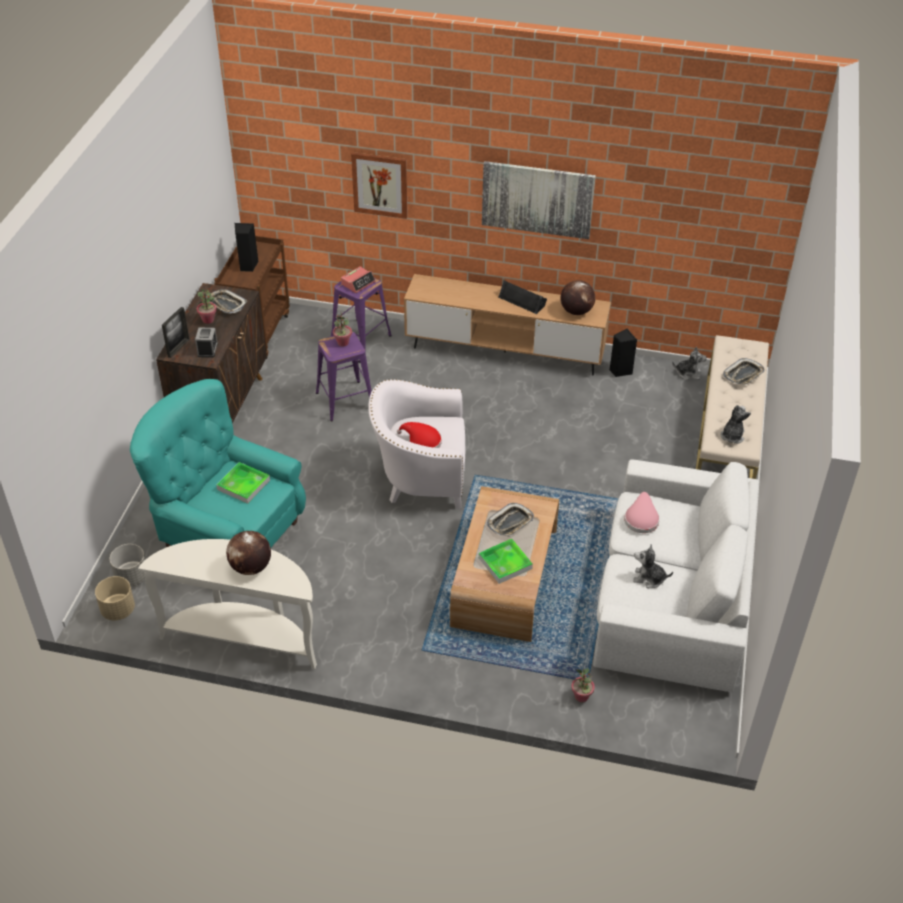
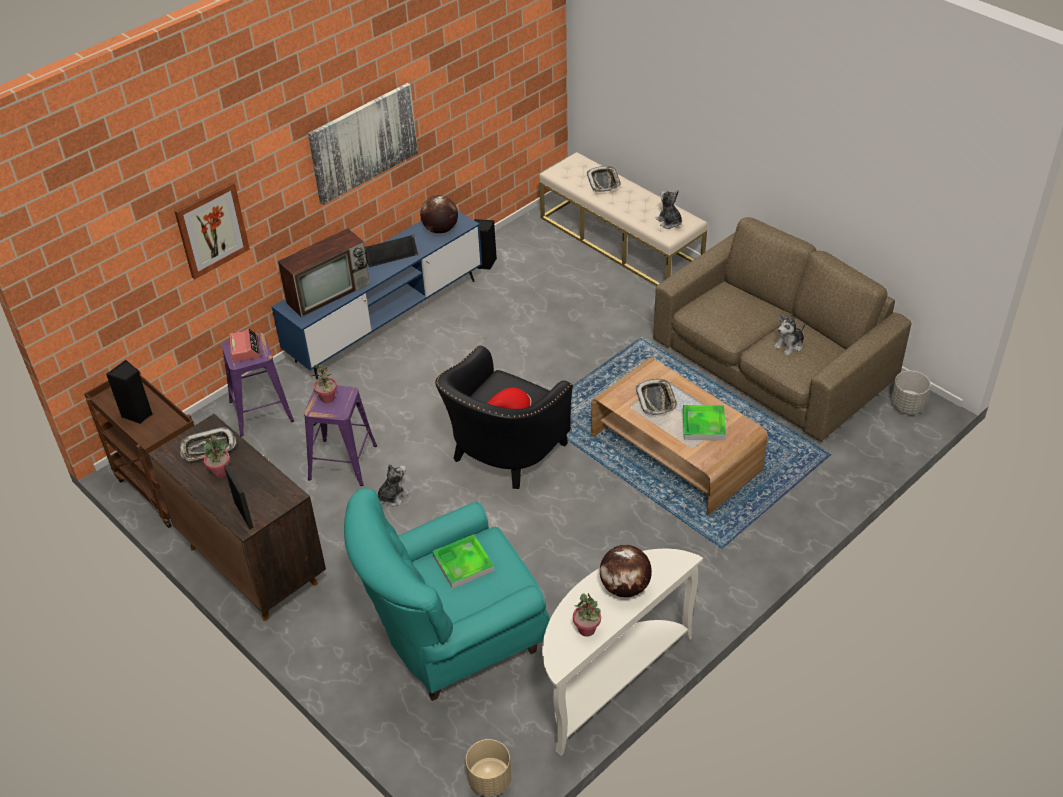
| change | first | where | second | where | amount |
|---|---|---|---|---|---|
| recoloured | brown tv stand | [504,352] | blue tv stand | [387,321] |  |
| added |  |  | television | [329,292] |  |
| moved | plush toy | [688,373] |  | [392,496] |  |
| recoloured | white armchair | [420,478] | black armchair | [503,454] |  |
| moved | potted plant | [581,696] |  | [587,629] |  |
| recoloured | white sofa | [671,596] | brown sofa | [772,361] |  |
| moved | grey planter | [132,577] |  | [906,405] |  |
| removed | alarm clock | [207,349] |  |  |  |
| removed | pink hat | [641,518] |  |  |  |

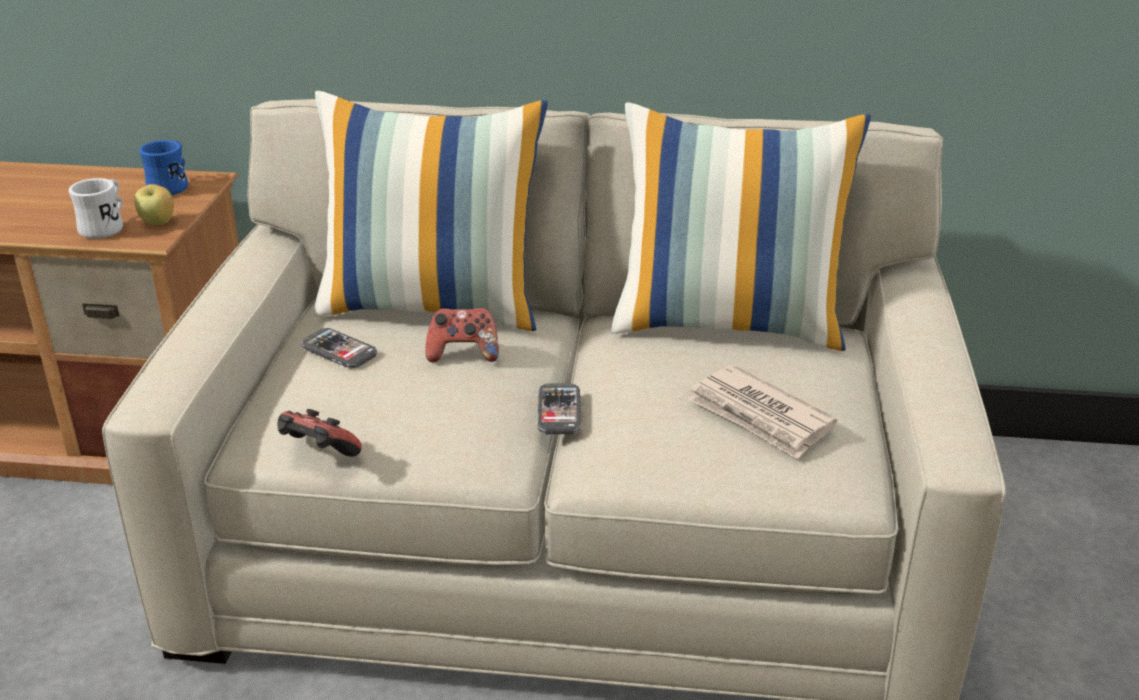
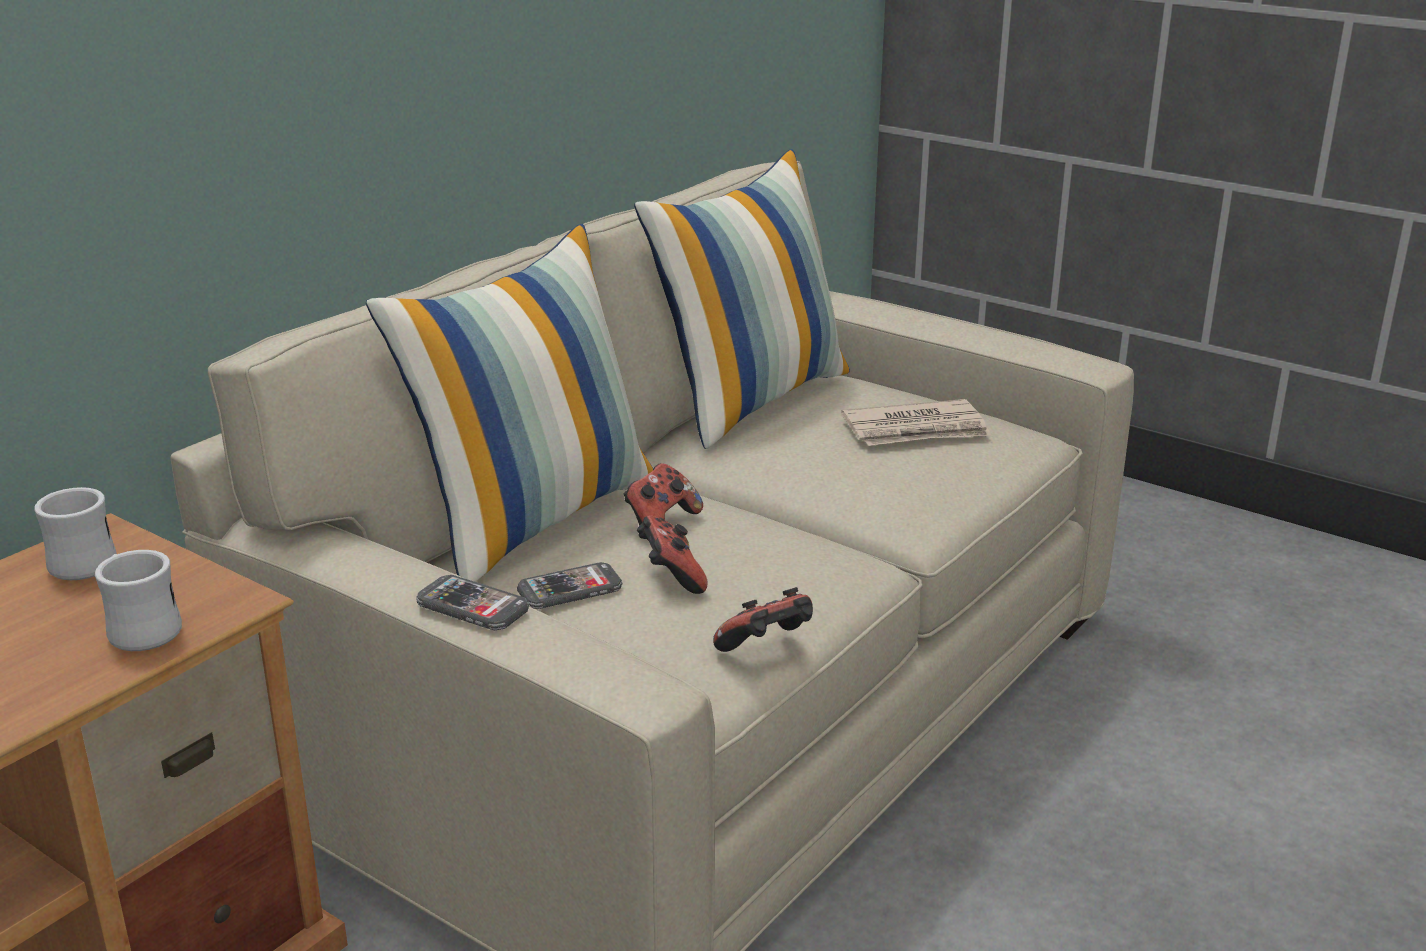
| change | first | where | second | where | amount |
|---|---|---|---|---|---|
| recoloured | blue mug | [171,186] | white mug | [78,561] |  |
| moved | phone | [559,411] |  | [472,606] |  |
| added |  |  | game controller | [671,576] |  |
| removed | apple | [158,222] |  |  |  |

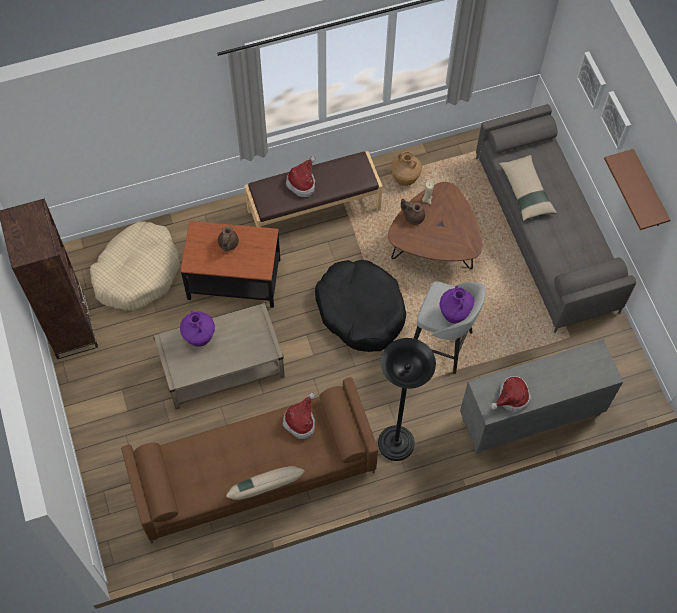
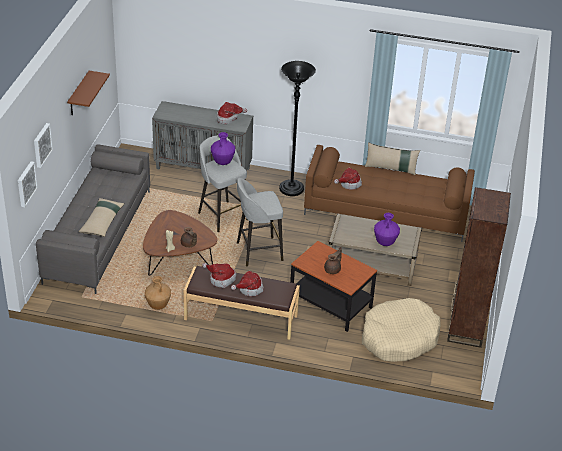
| change | first | where | second | where | amount |
|---|---|---|---|---|---|
| moved | picture | [617,120] |  | [25,184] |  |
| added |  |  | hat | [220,279] |  |
| replaced | black dog bed | [360,310] | grey stool | [258,252] |  |

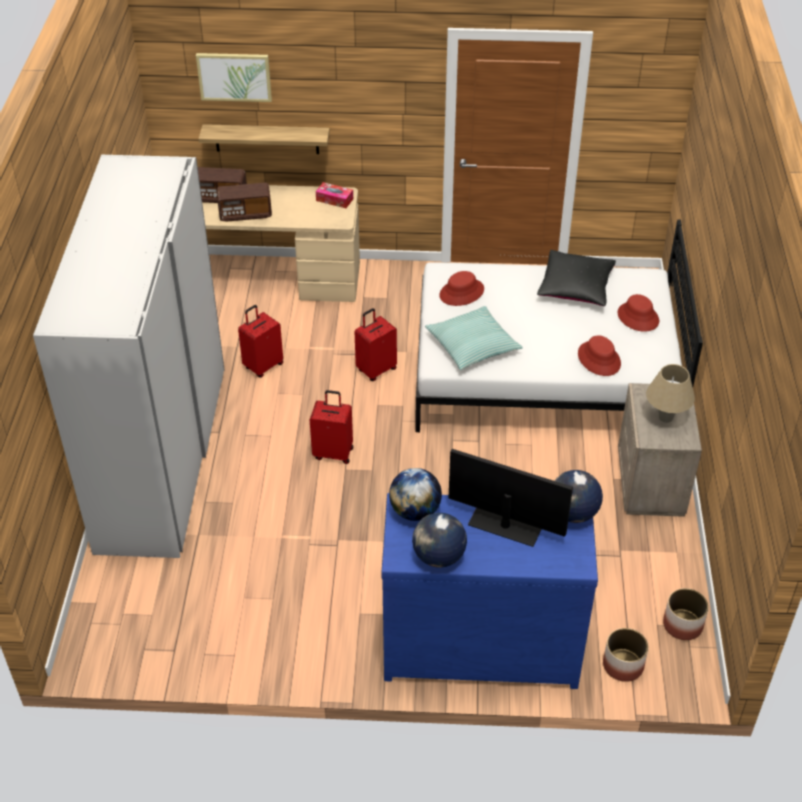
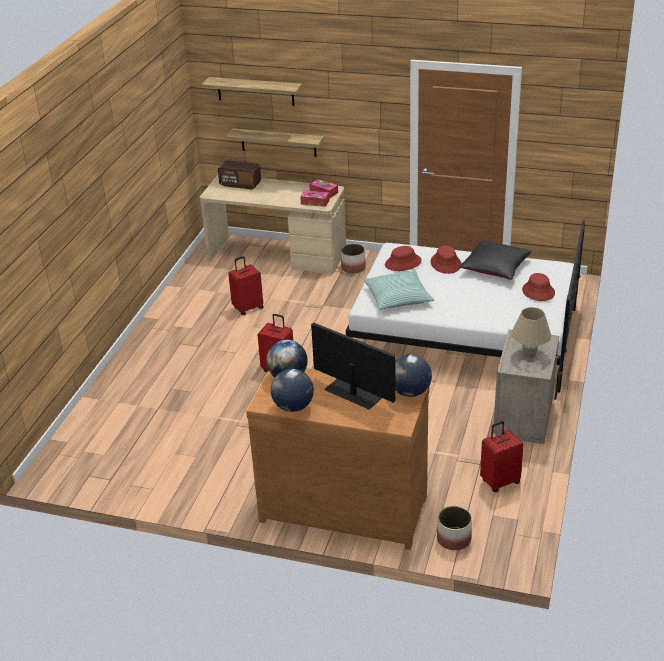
| change | first | where | second | where | amount |
|---|---|---|---|---|---|
| replaced | picture | [234,76] | shelf | [255,91] |  |
| recoloured | blue dresser | [480,642] | brown dresser | [343,506] |  |
| added |  |  | tissue box | [315,202] |  |
| moved | planter | [682,624] |  | [353,268] |  |
| moved | red hat | [599,359] |  | [446,263] |  |
| moved | red suitcase | [376,369] |  | [499,481] |  |
| removed | white wardrobe | [161,457] |  |  |  |
| removed | radio | [245,214] |  |  |  |

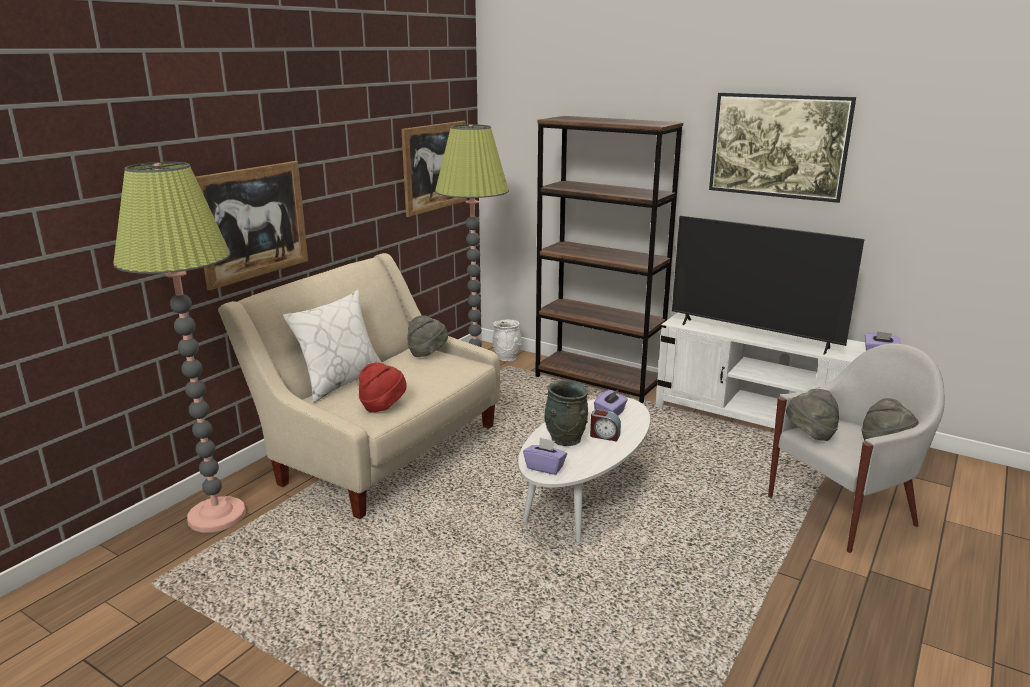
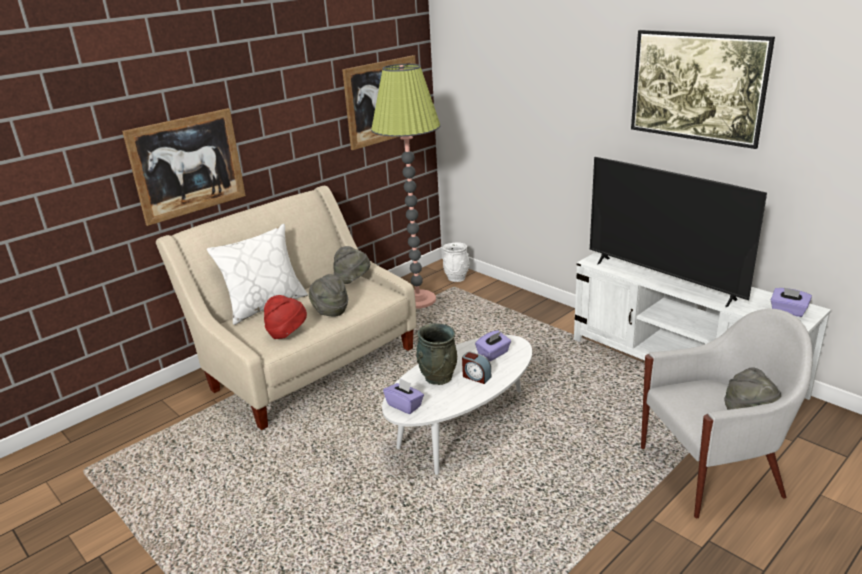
| change | first | where | second | where | amount |
|---|---|---|---|---|---|
| moved | grey hat | [810,434] |  | [330,311] |  |
| removed | floor lamp | [217,516] |  |  |  |
| removed | brown bookcase | [598,382] |  |  |  |

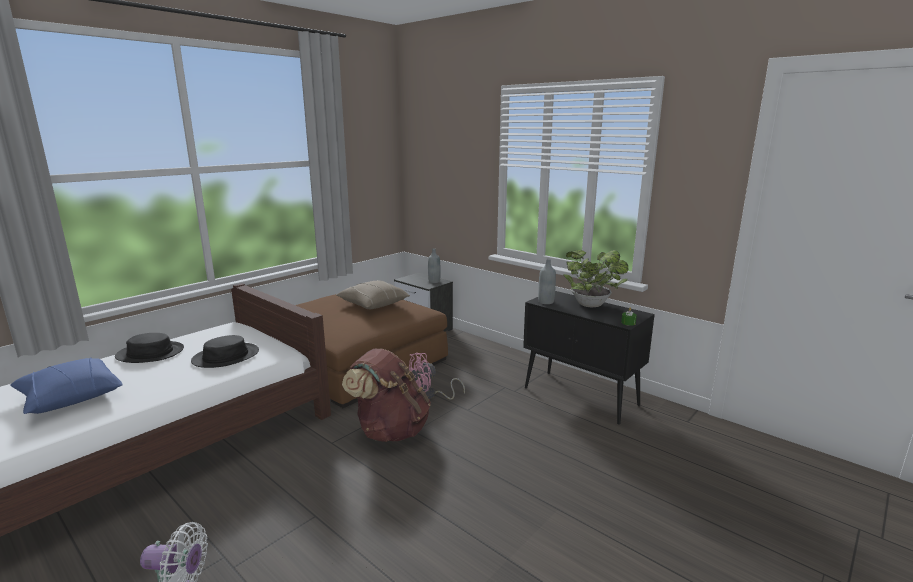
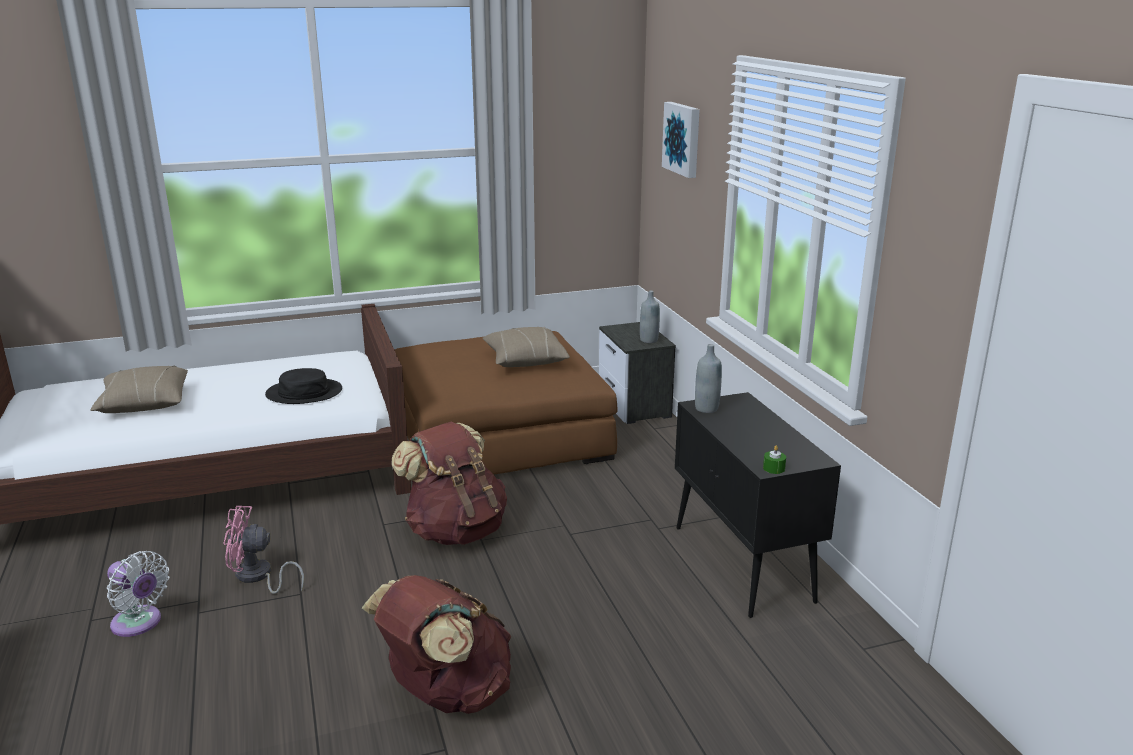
| change | first | where | second | where | amount |
|---|---|---|---|---|---|
| recoloured | blue pillow | [70,398] | beige pillow | [144,404] |  |
| moved | pink fan | [429,396] |  | [258,577] |  |
| added |  |  | brown backpack | [446,694] |  |
| added |  |  | picture | [683,139] |  |
| removed | black hat | [150,353] |  |  |  |
| removed | potted plant | [592,305] |  |  |  |

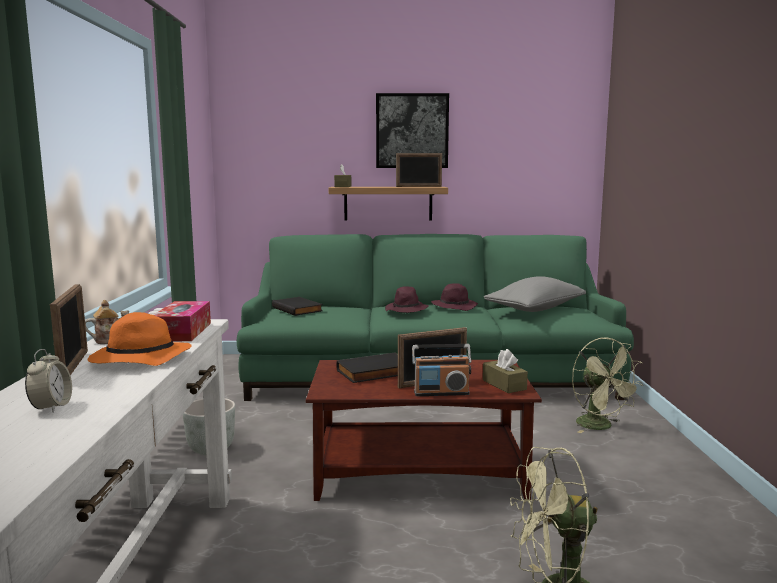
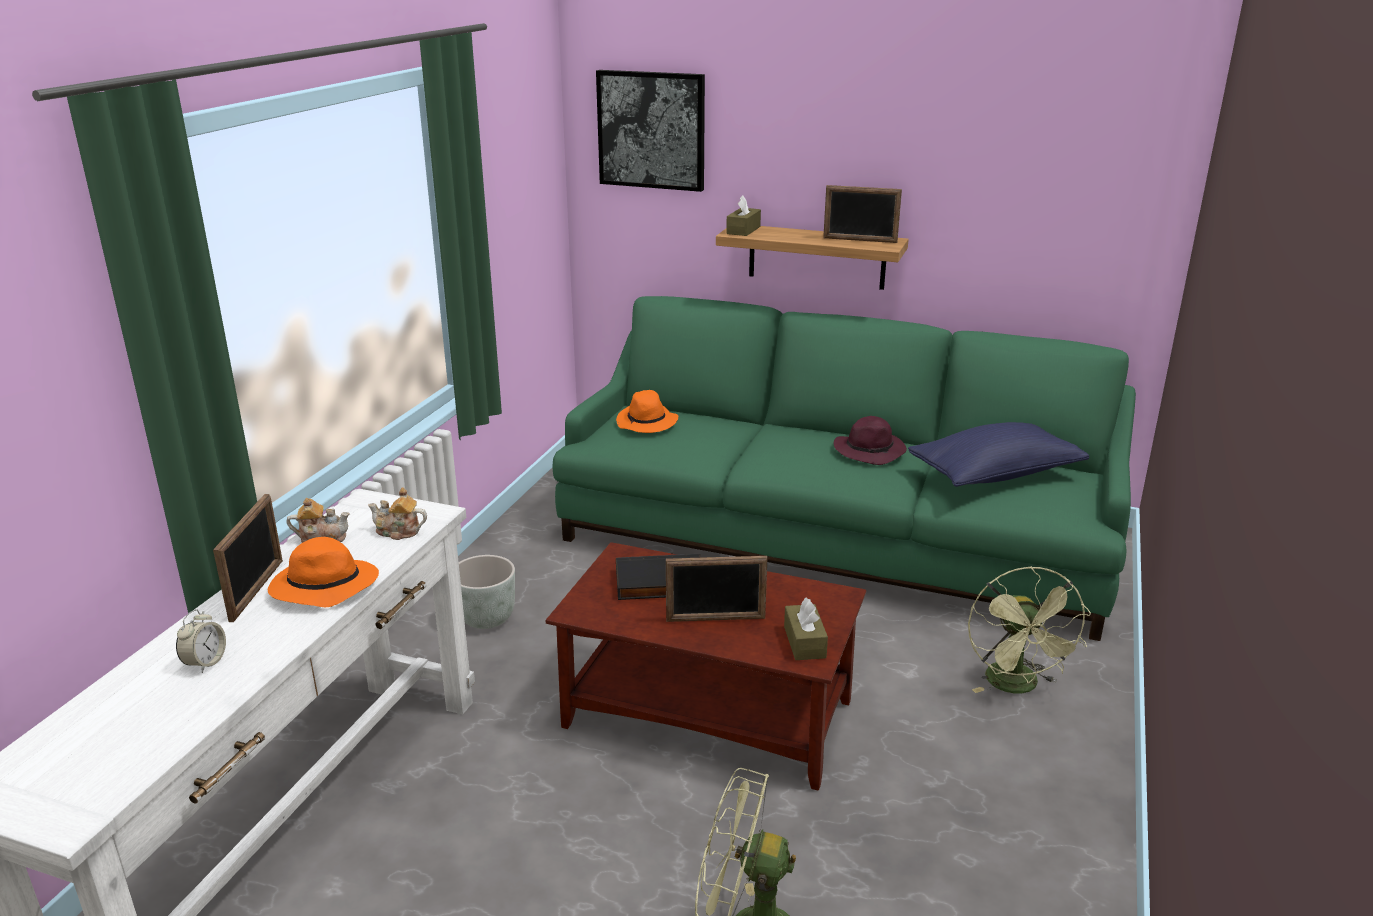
| change | first | where | second | where | amount |
|---|---|---|---|---|---|
| replaced | tissue box | [183,332] | teapot | [399,532] |  |
| moved | picture | [412,131] |  | [651,130] |  |
| replaced | black book | [298,309] | orange hat | [647,423] |  |
| recoloured | grey pillow | [535,309] | blue pillow | [994,474] |  |
| removed | purple hat | [407,310] |  |  |  |
| removed | radio | [441,393] |  |  |  |

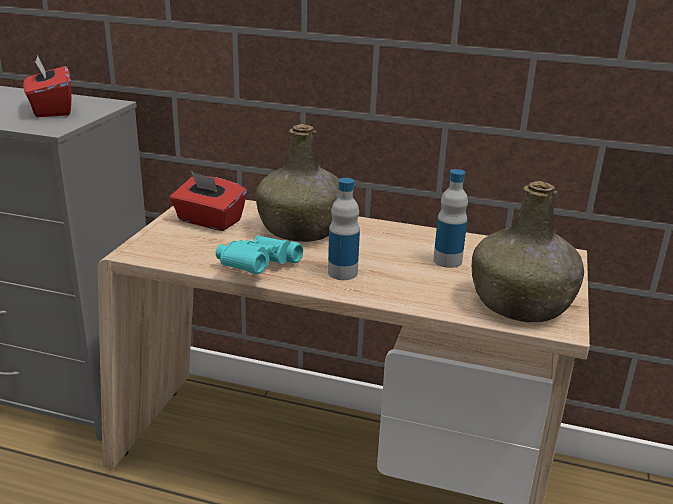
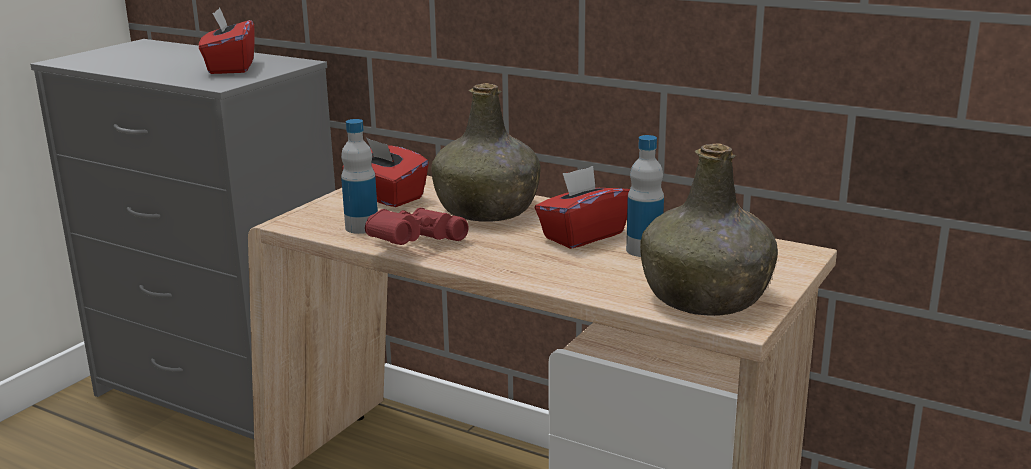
| change | first | where | second | where | amount |
|---|---|---|---|---|---|
| moved | bottle | [342,273] |  | [362,227] |  |
| recoloured | turquoise binoculars | [256,269] | red binoculars | [412,245] |  |
| added |  |  | red tissue box | [582,235] |  |

